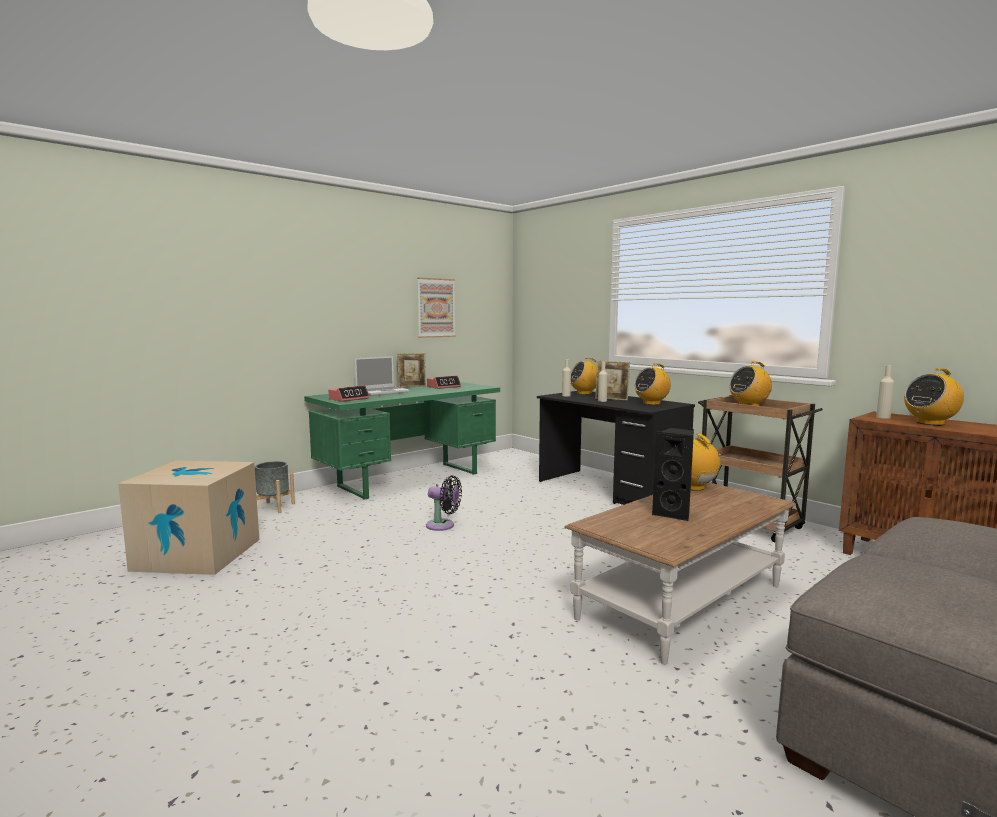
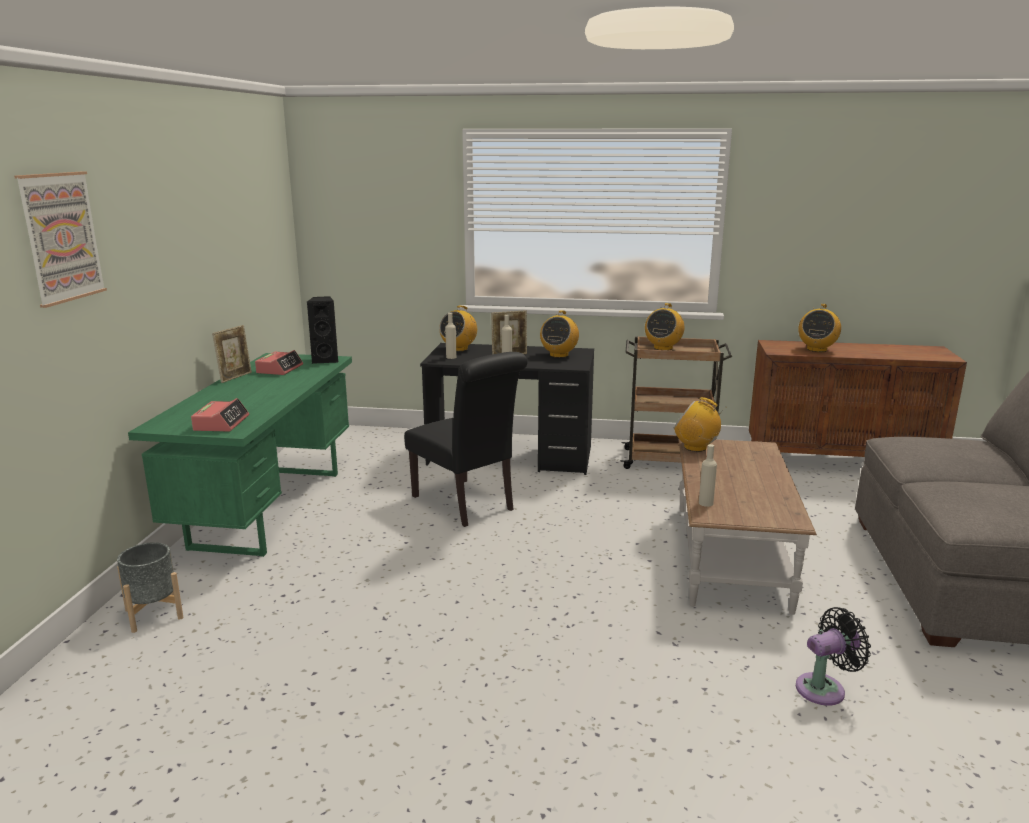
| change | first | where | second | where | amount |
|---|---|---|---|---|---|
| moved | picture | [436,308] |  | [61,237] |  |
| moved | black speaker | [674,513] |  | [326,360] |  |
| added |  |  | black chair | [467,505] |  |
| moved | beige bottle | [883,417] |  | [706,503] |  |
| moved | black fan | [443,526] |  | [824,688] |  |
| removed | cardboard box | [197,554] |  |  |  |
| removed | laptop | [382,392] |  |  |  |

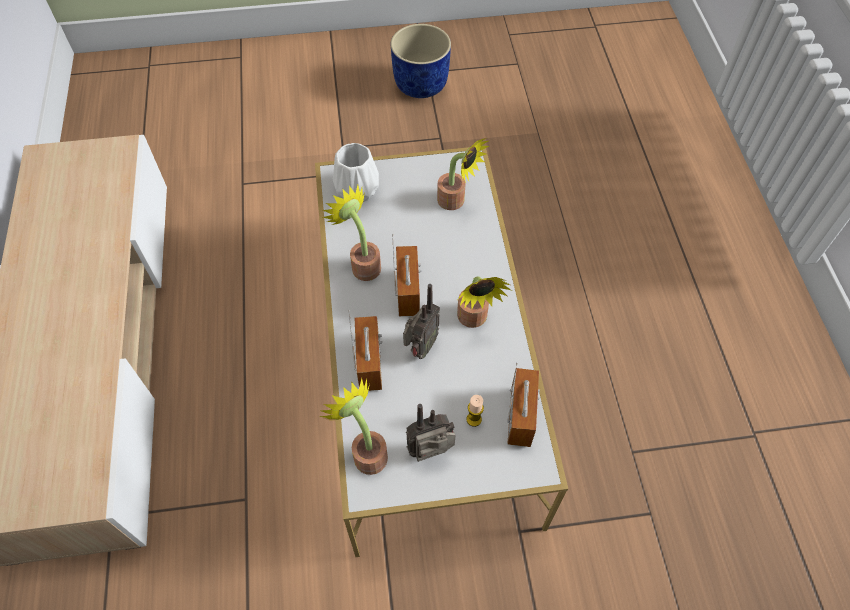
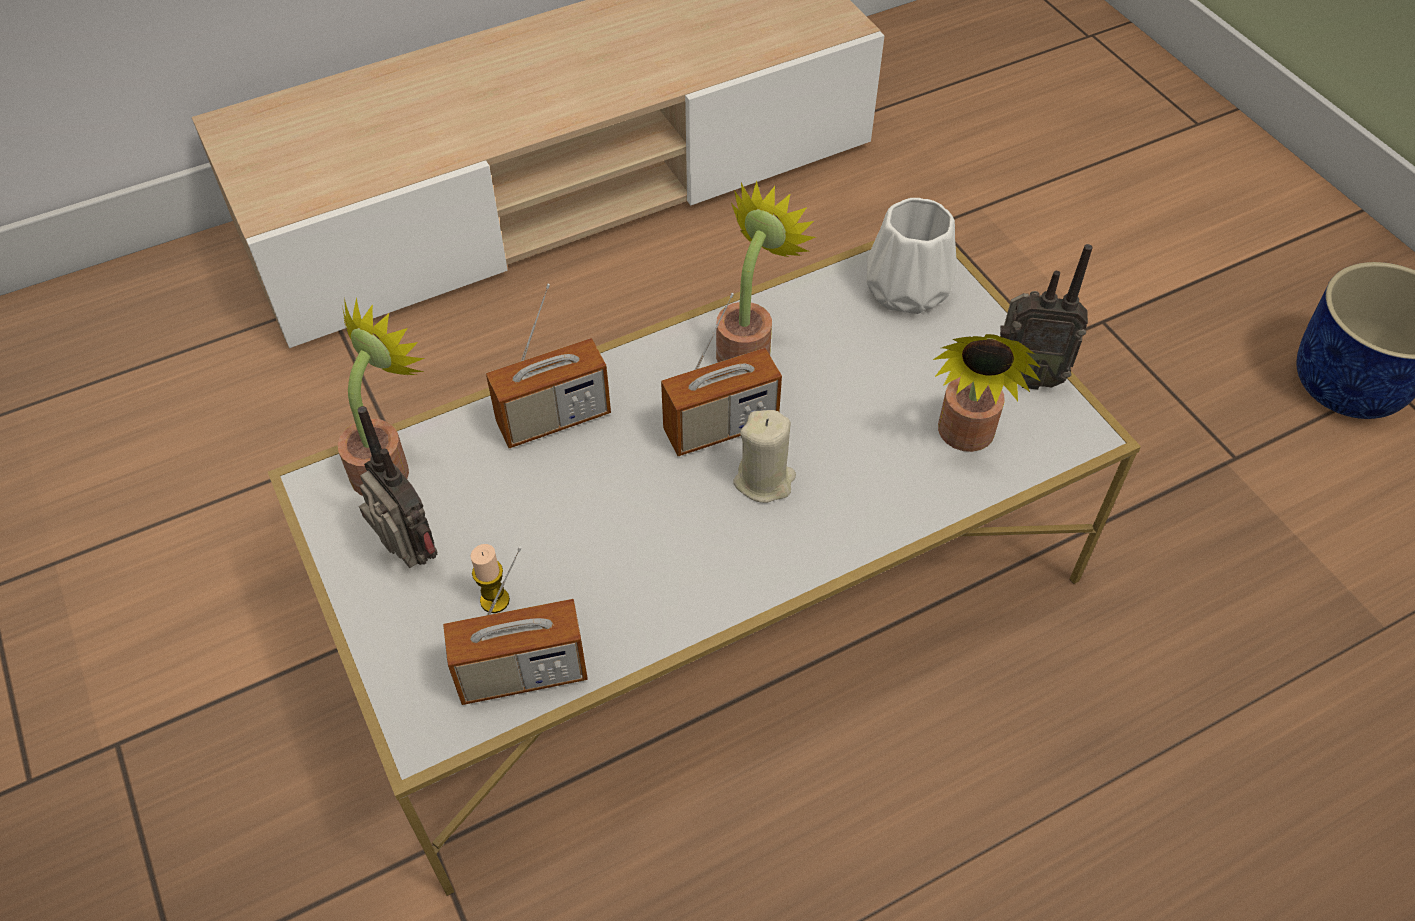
| change | first | where | second | where | amount |
|---|---|---|---|---|---|
| added |  |  | beige candle | [764,480] |  |
| moved | radio | [420,348] |  | [1025,376] |  |
| removed | potted plant | [473,320] |  |  |  |

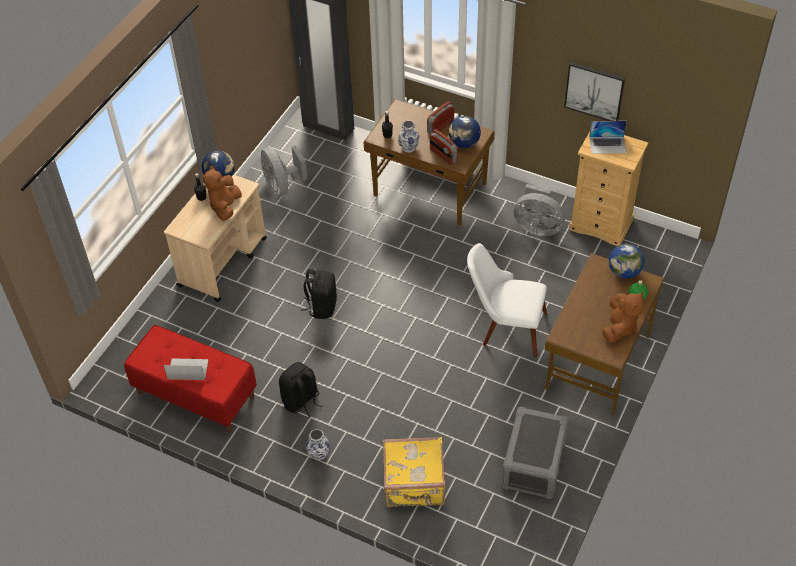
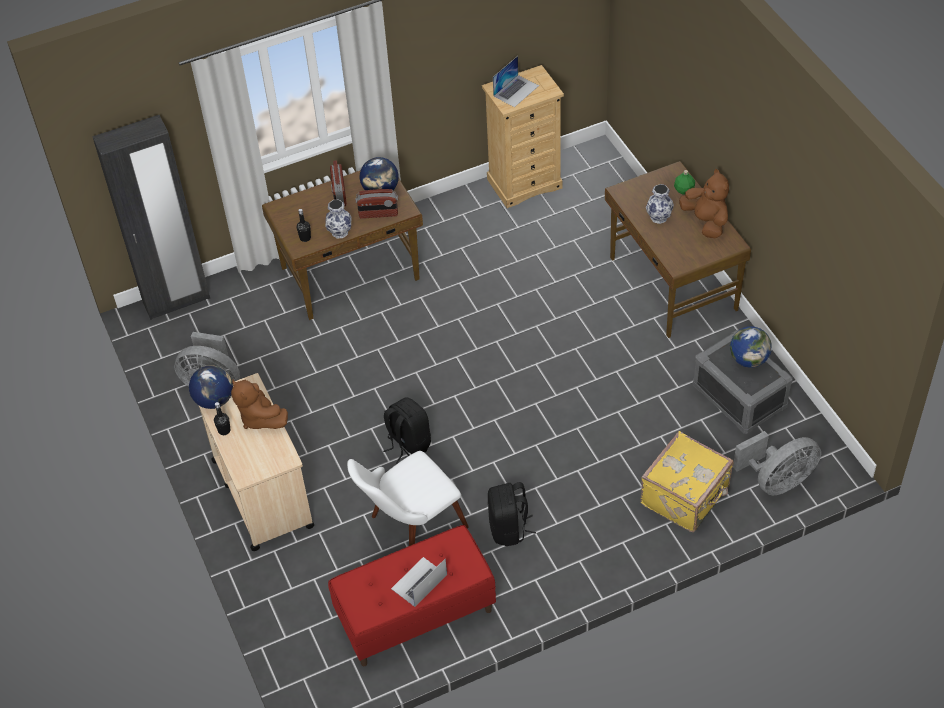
| change | first | where | second | where | amount |
|---|---|---|---|---|---|
| moved | white chair | [505,327] |  | [409,527] |  |
| moved | vase | [319,454] |  | [659,217] |  |
| moved | globe | [624,272] |  | [748,359] |  |
| moved | grey fan | [537,227] |  | [777,481] |  |
| removed | picture | [594,91] |  |  |  |

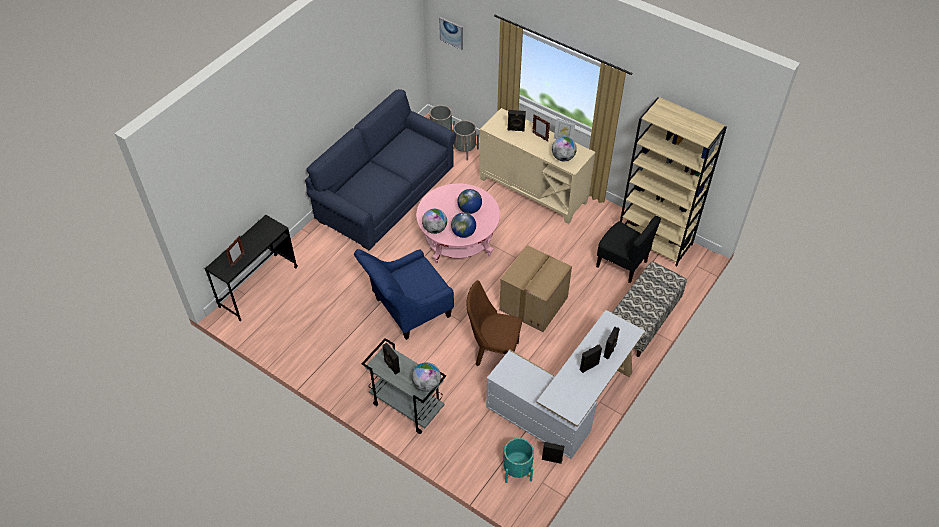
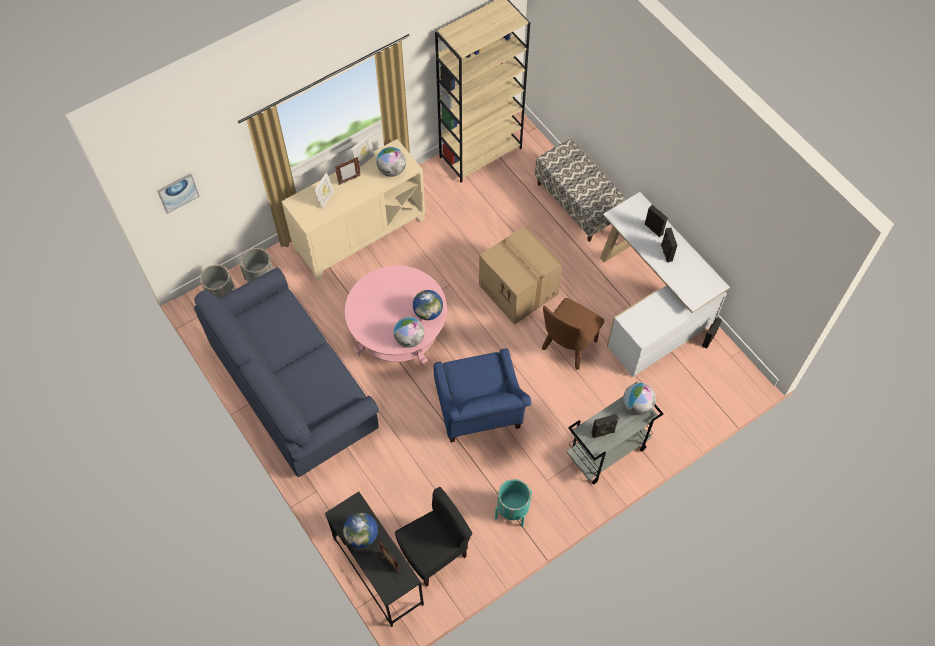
| change | first | where | second | where | amount |
|---|---|---|---|---|---|
| replaced | black speaker | [516,130] | picture frame | [326,199] |  |
| moved | globe | [469,209] |  | [361,535] |  |
| moved | black chair | [622,264] |  | [433,552] |  |
| moved | turquoise planter | [517,470] |  | [512,509] |  |

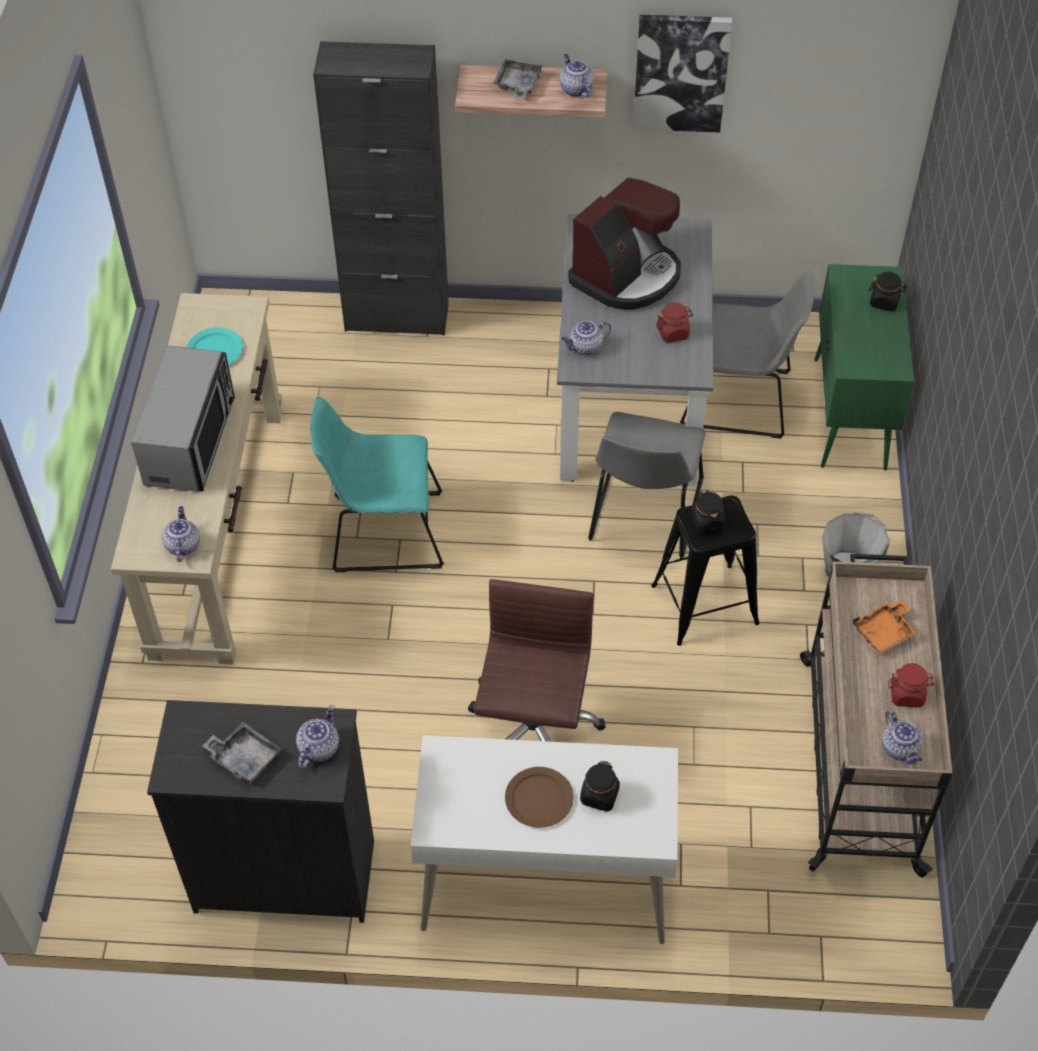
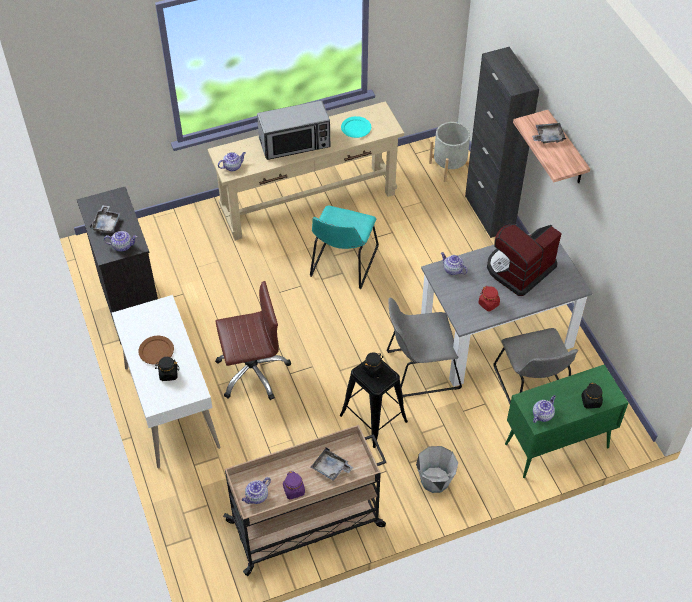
| change | first | where | second | where | amount |
|---|---|---|---|---|---|
| recoloured | red jar | [907,694] | purple jar | [294,490] |  |
| turned | turquoise chair | [382,532] |  | [343,264] | 135 degrees counterclockwise |
| recoloured | orange tray | [884,632] | grey tray | [331,468] |  |
| added |  |  | grey planter | [449,167] |  |
| turned | coffee machine | [627,275] |  | [519,269] | 120 degrees clockwise |
| moved | teapot | [575,89] |  | [542,414] |  |
| removed | picture | [680,72] |  |  |  |

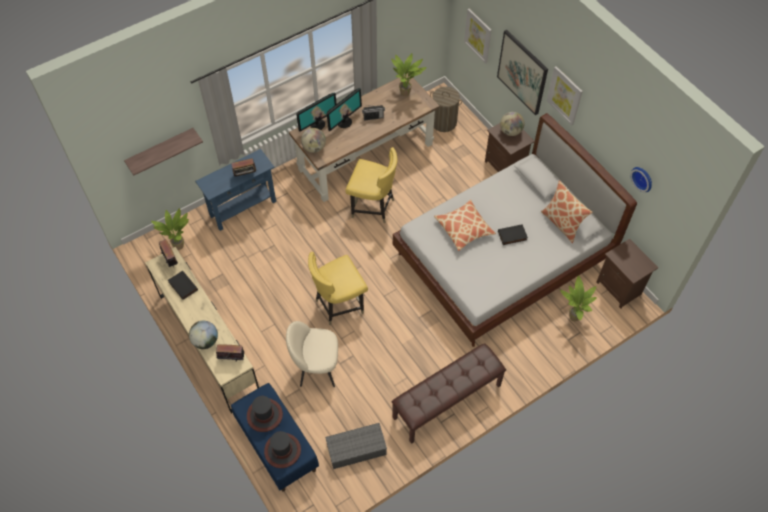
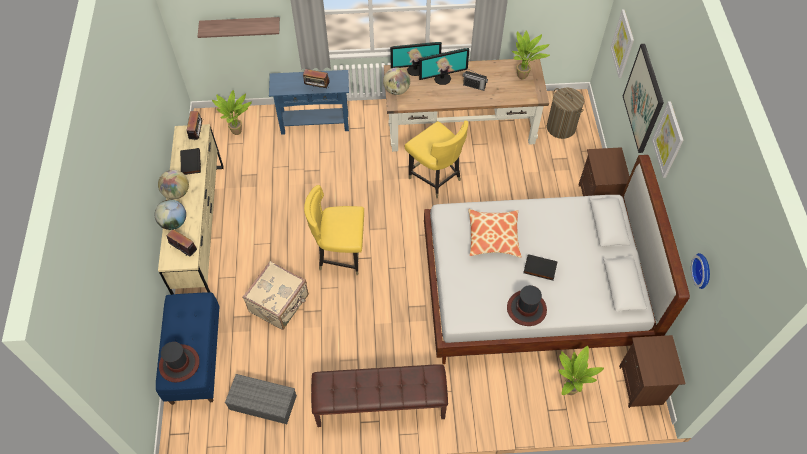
| change | first | where | second | where | amount |
|---|---|---|---|---|---|
| moved | globe | [510,131] |  | [176,193] |  |
| replaced | beige chair | [316,367] | beige suitcase | [280,304] |  |
| moved | hat | [265,415] |  | [527,308] |  |
| removed | pillow | [562,223] |  |  |  |

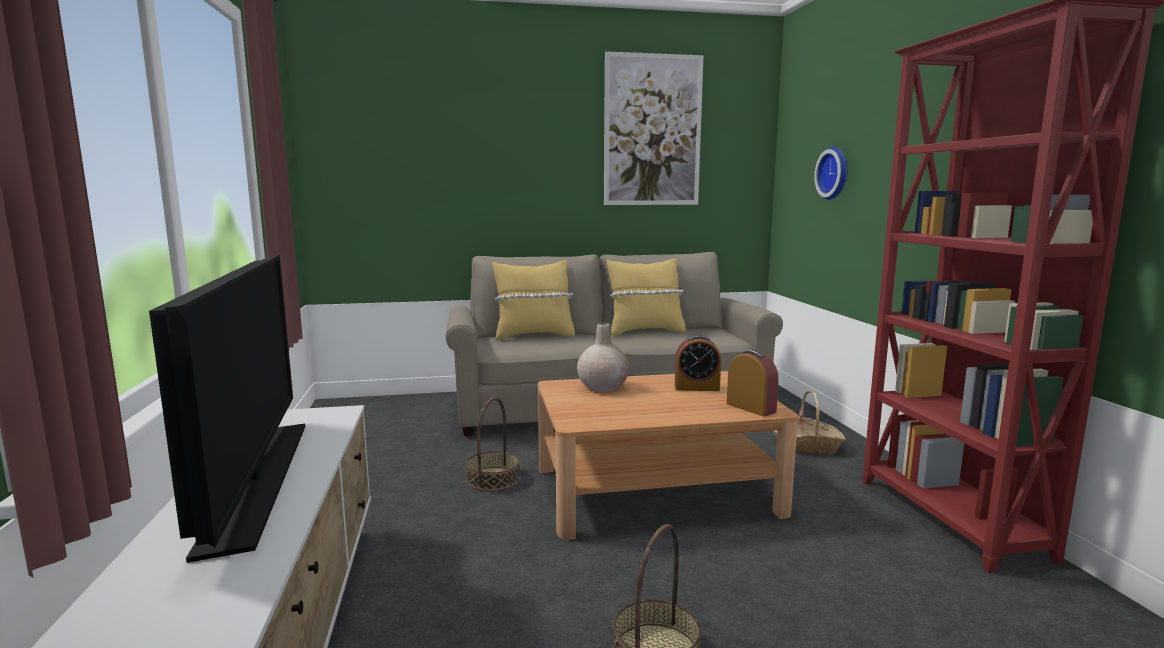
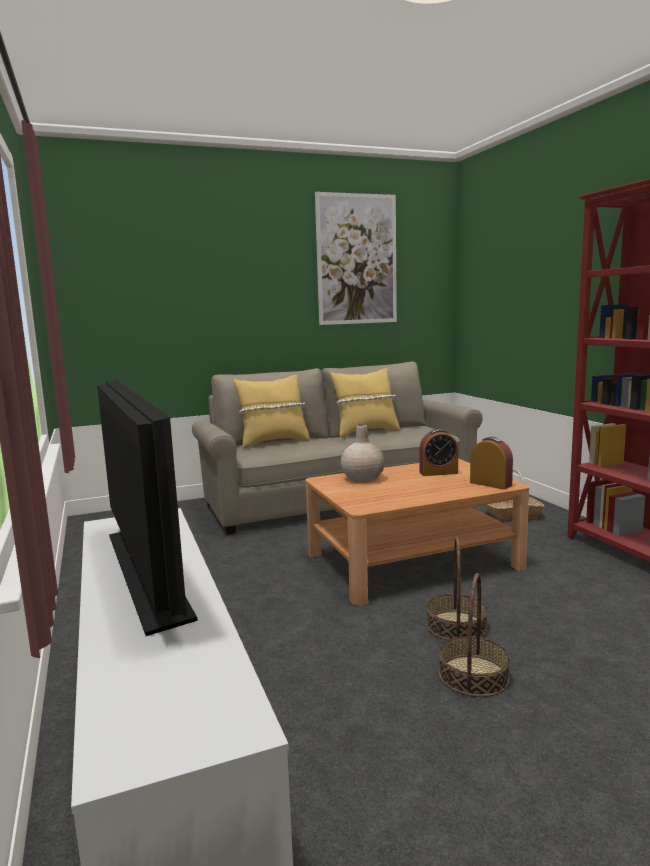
| change | first | where | second | where | amount |
|---|---|---|---|---|---|
| moved | basket | [493,479] |  | [456,626] |  |
| removed | wall clock | [835,173] |  |  |  |

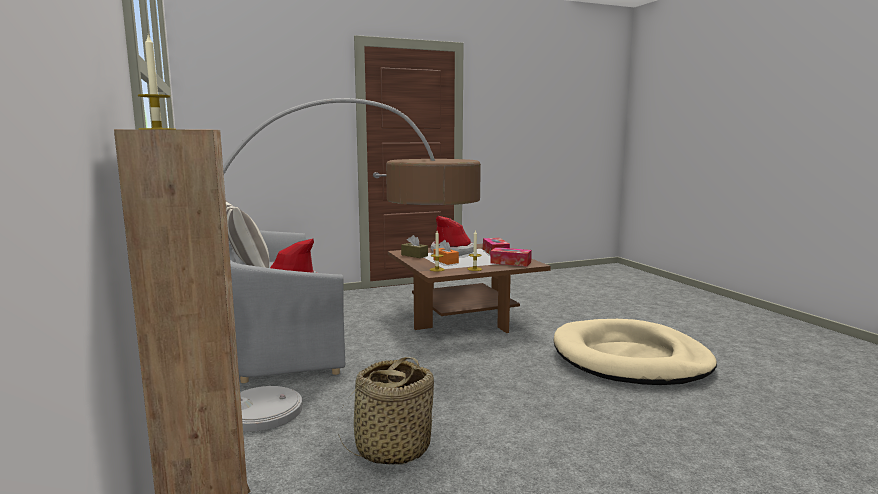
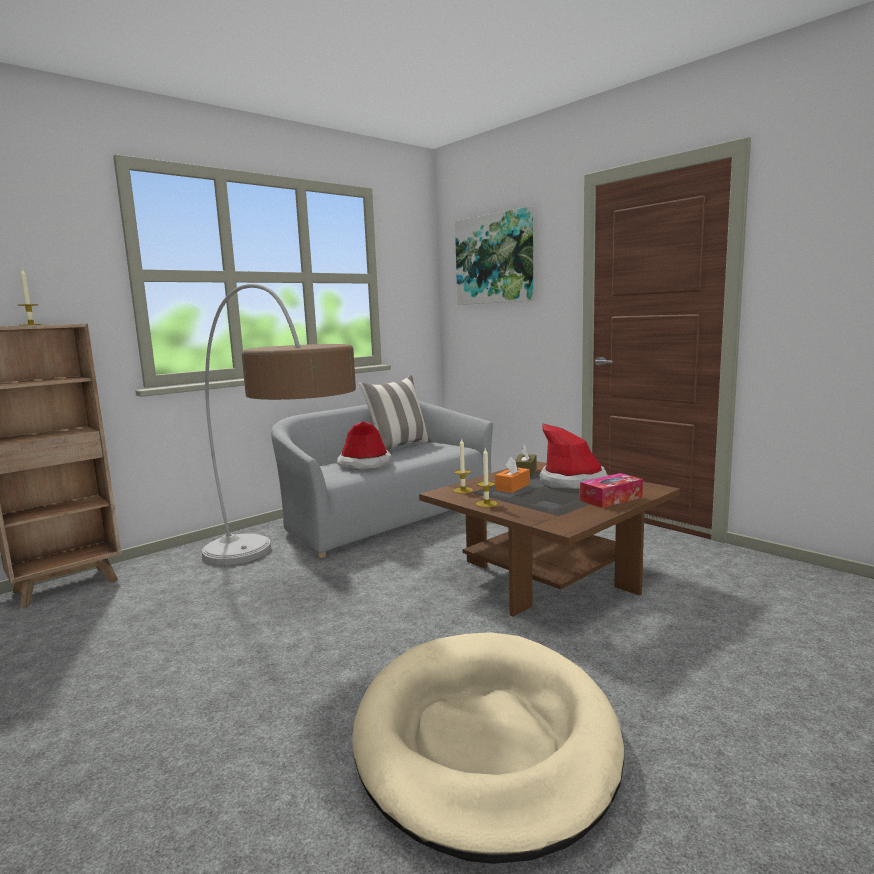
| change | first | where | second | where | amount |
|---|---|---|---|---|---|
| added |  |  | picture | [494,259] |  |
| removed | basket | [392,448] |  |  |  |
| removed | tissue box | [510,262] |  |  |  |

